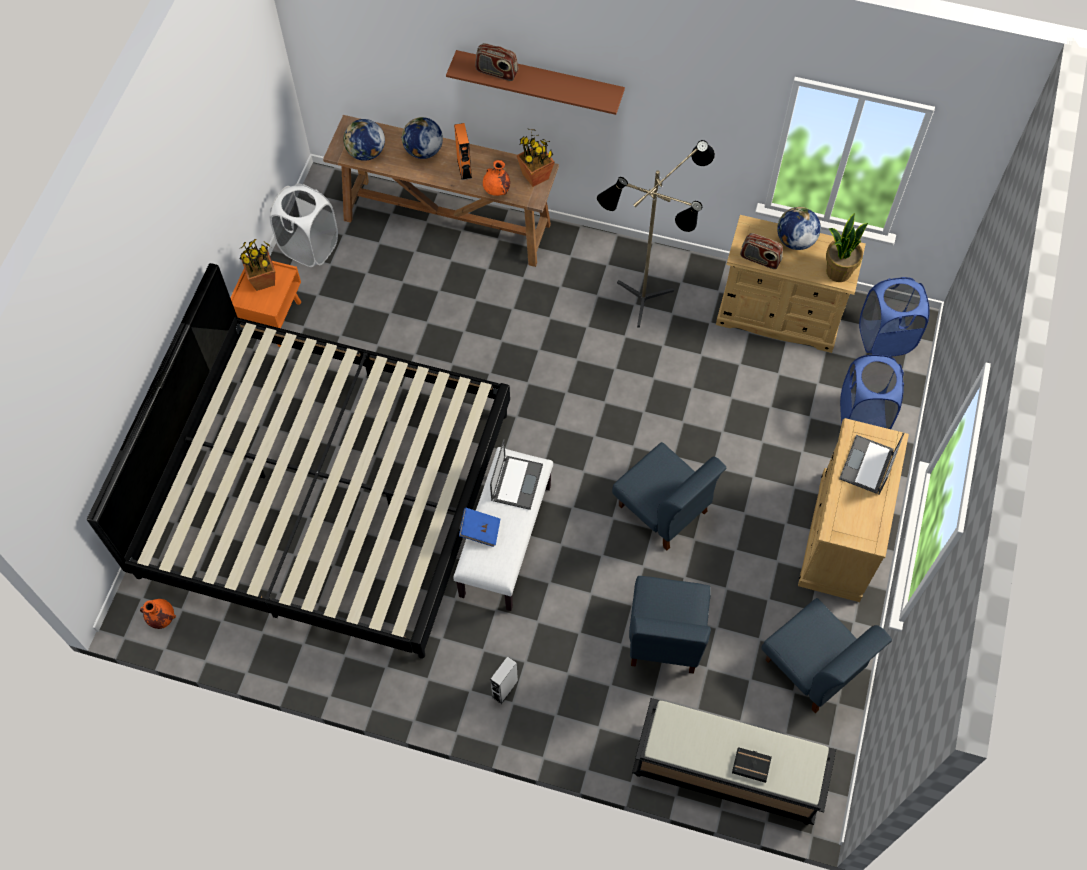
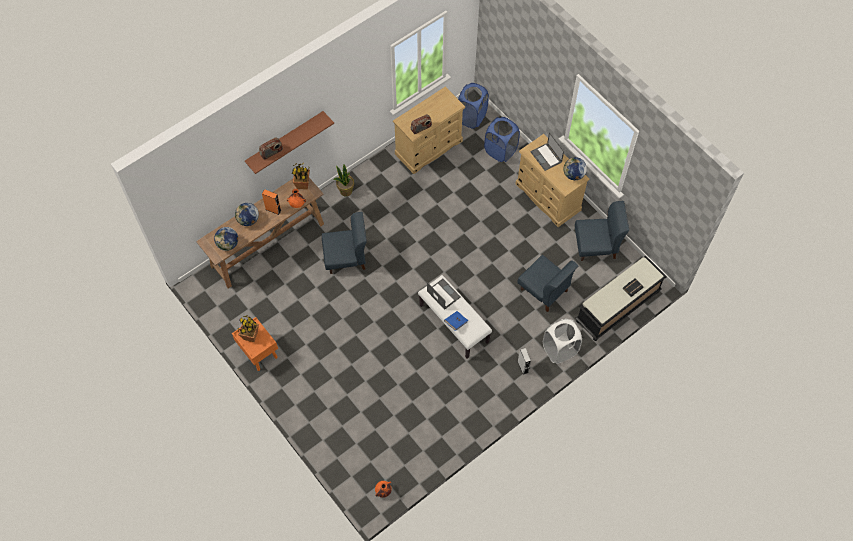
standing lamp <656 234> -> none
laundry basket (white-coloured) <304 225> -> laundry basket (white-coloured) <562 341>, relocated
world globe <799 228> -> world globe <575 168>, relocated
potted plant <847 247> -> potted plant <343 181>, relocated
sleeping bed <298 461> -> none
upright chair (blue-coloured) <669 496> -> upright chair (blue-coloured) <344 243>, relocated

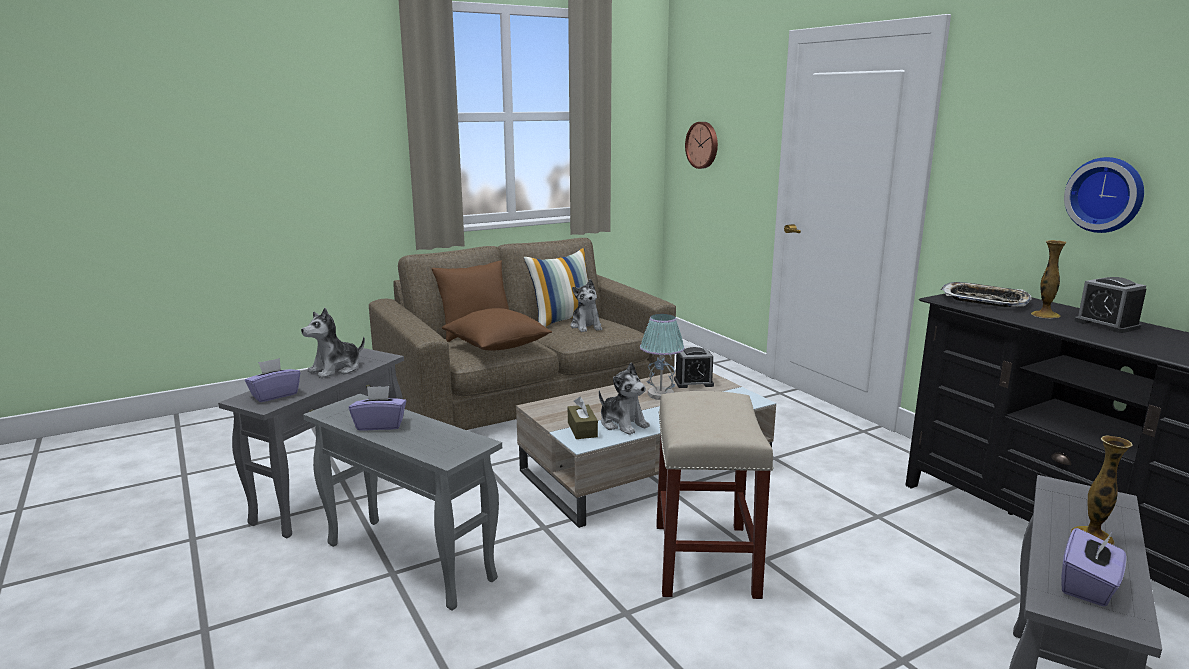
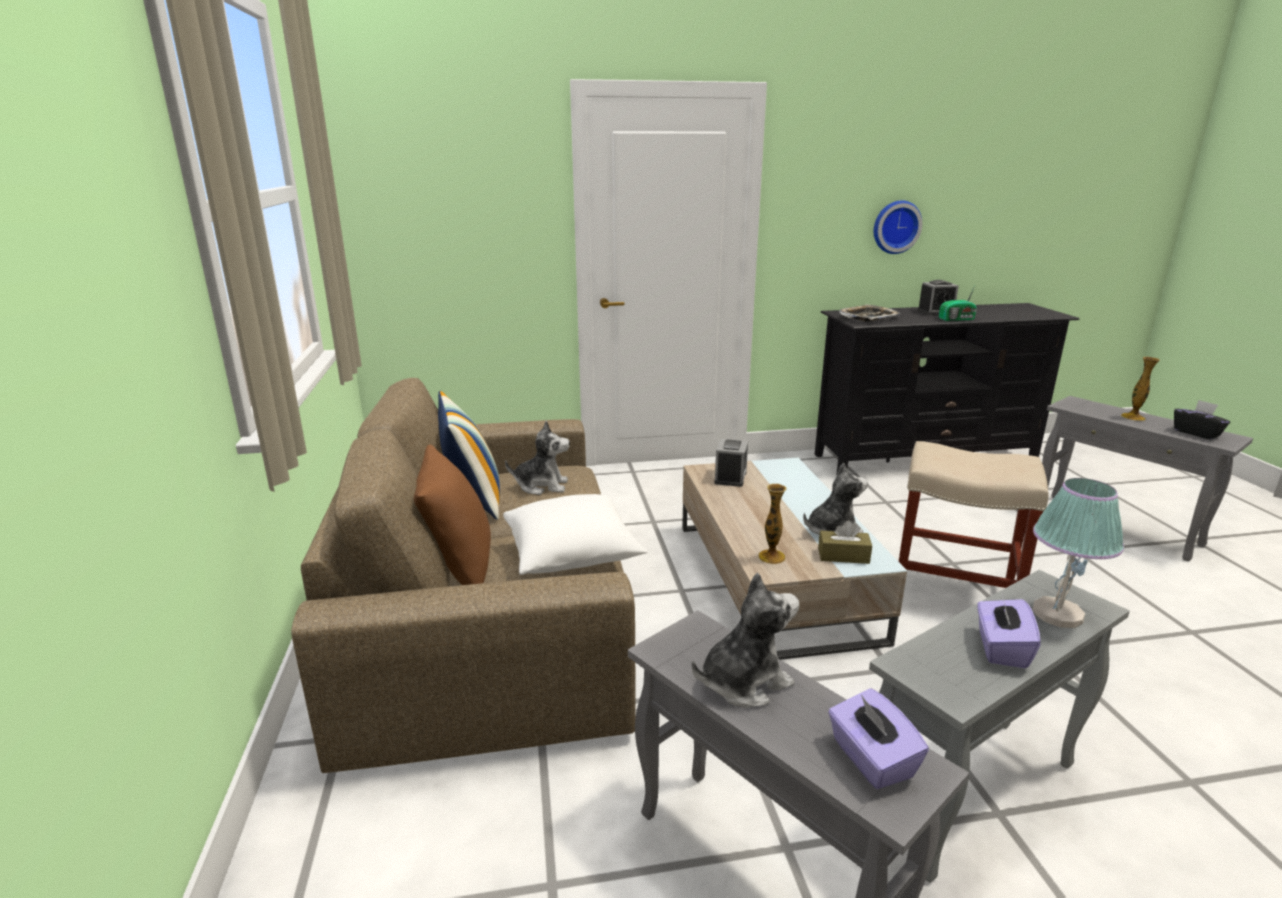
wall clock <701 145> -> none
flower vase <1048 279> -> flower vase <772 524>, relocated
plush toy <333 343> -> plush toy <745 640>, 90 degrees counterclockwise
throw pillow (brownish) <497 329> -> throw pillow (white-coloured) <575 534>
tabletop lamp <662 357> -> tabletop lamp <1078 553>, relocated
tissue holder (purple) <1094 567> -> tissue holder (black) <1202 420>
none -> radio receiver <958 302>

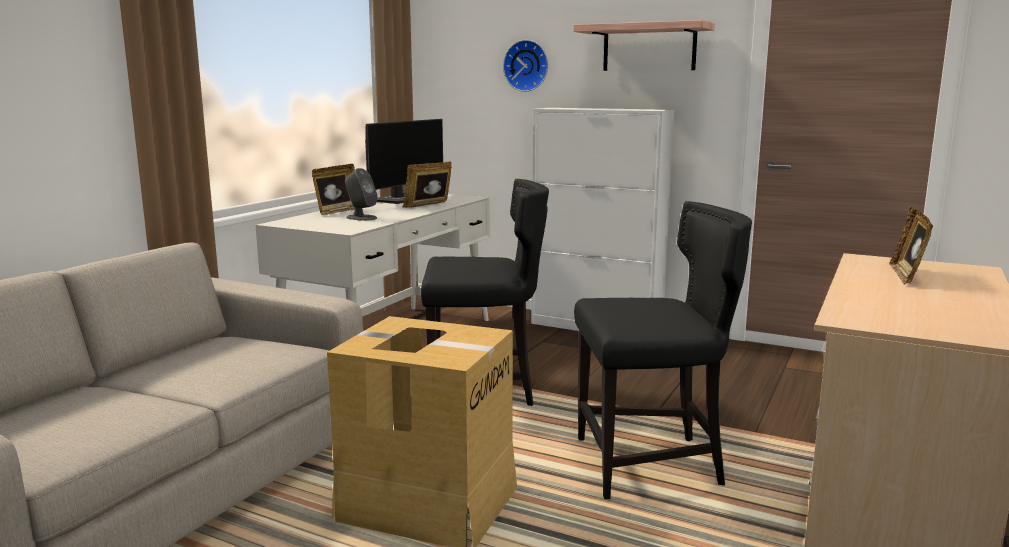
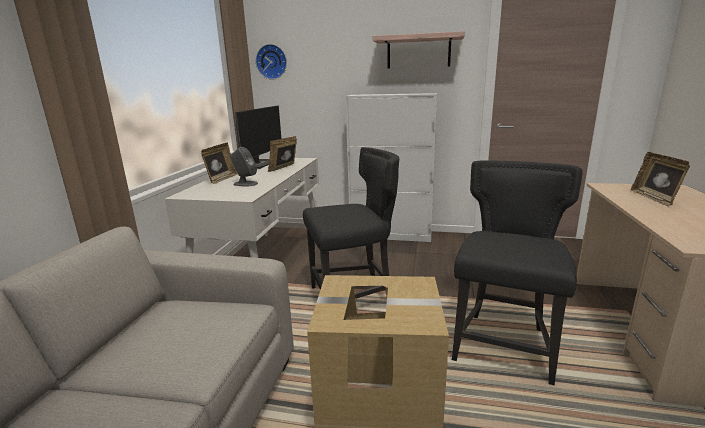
wall clock <525 66> -> wall clock <271 61>, relocated
upright chair (black) <663 350> -> upright chair (black) <517 273>, 45 degrees counterclockwise

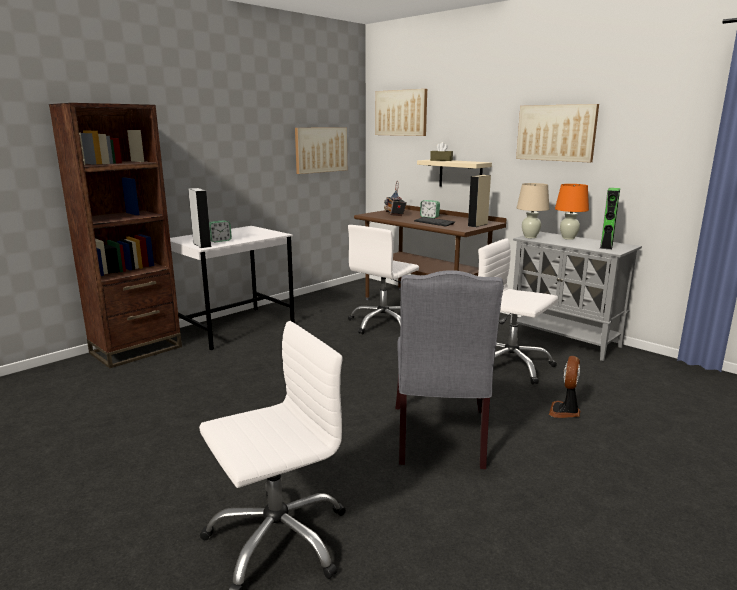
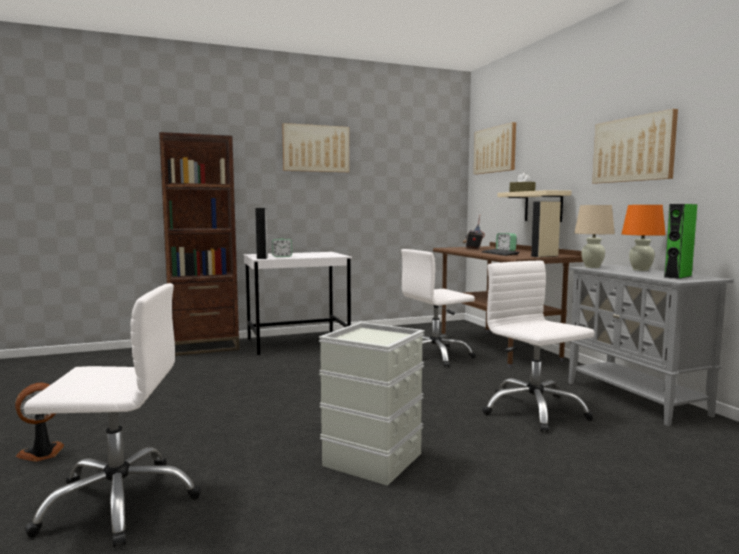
wall art <321 150> -> wall art <315 147>, relocated
upright chair (greyish) <449 369> -> storage box (greyish) <371 404>
cooling fan <564 387> -> cooling fan <39 422>, relocated

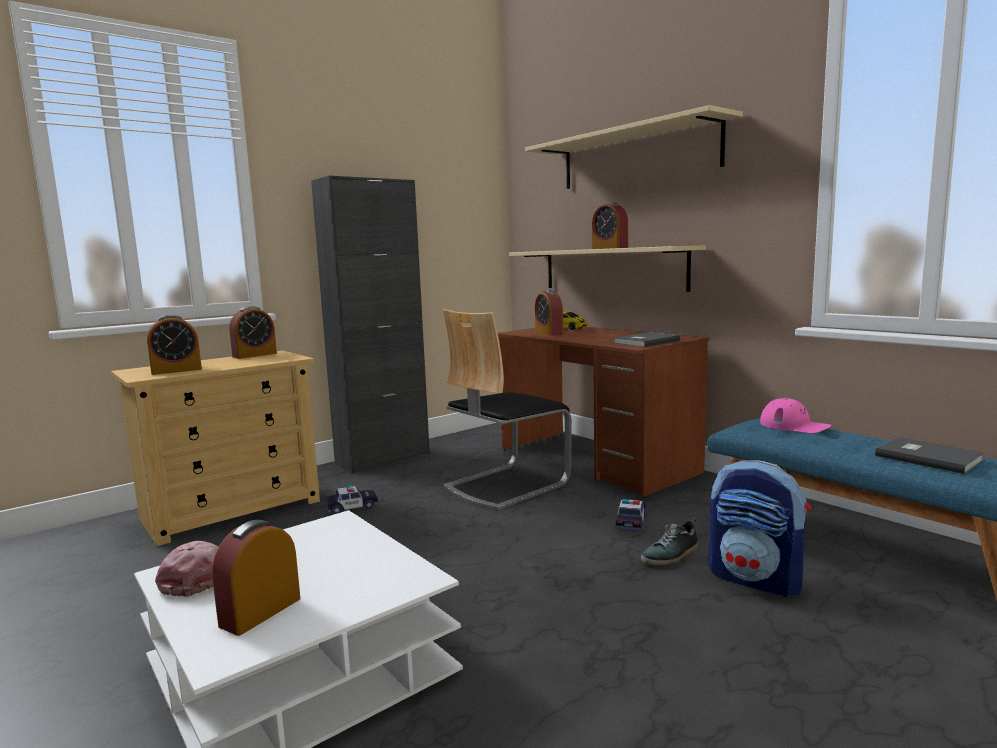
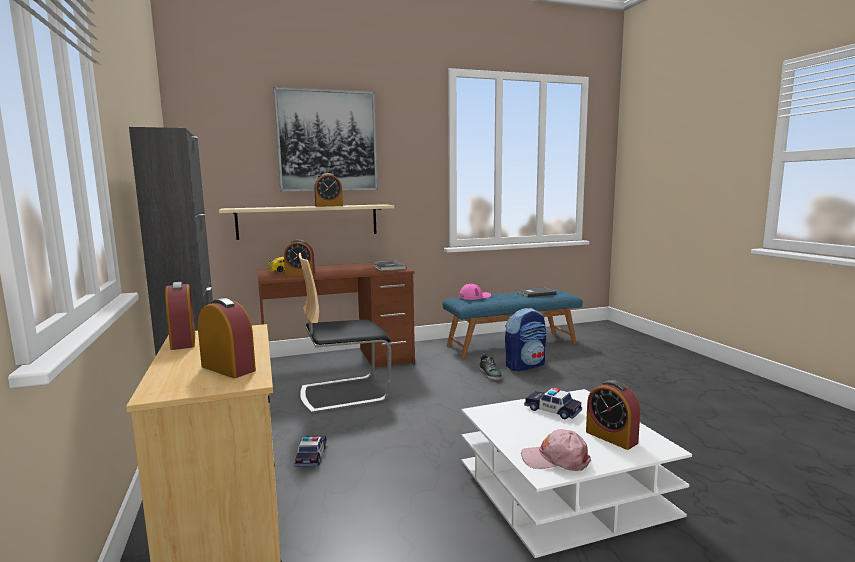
wall shelf (sand-coloured) <634 147> -> wall art <325 139>
upright chair <507 409> -> upright chair <345 333>, 90 degrees clockwise
alarm clock <174 345> -> alarm clock <227 338>, 45 degrees counterclockwise
model car <630 515> -> model car <553 404>, relocated

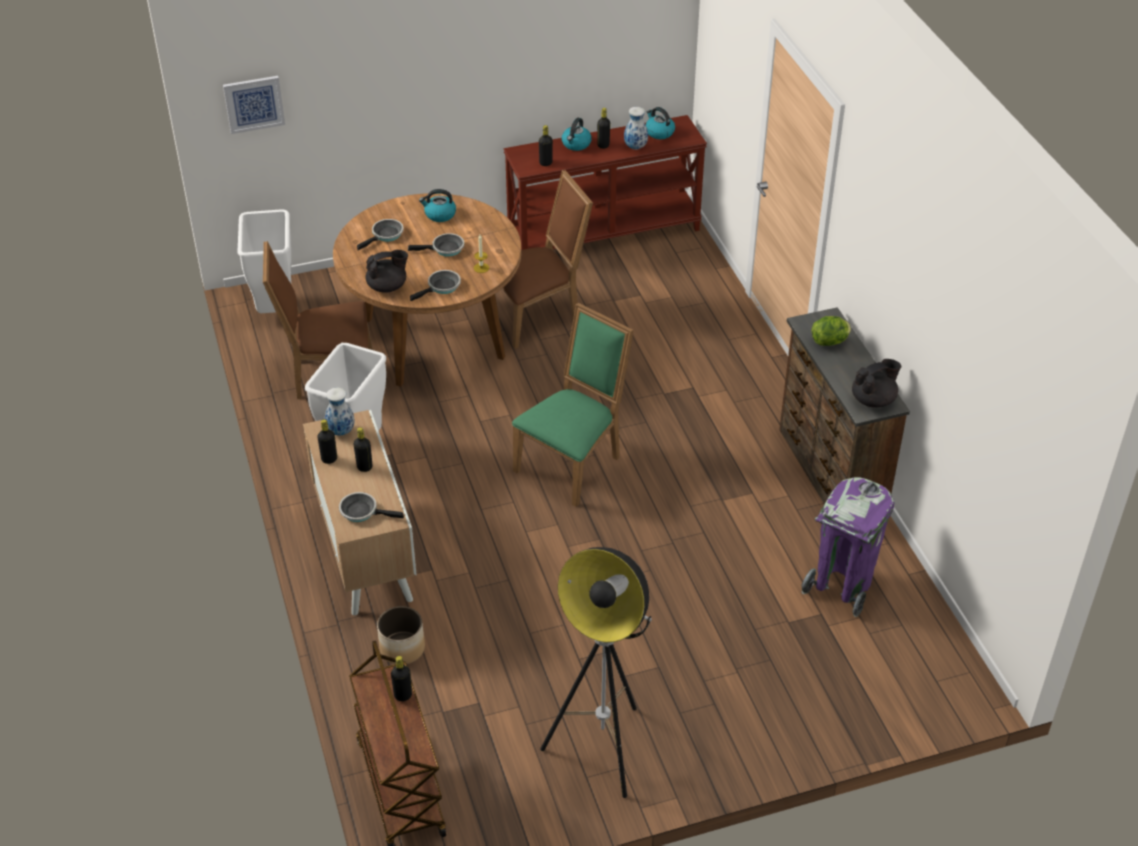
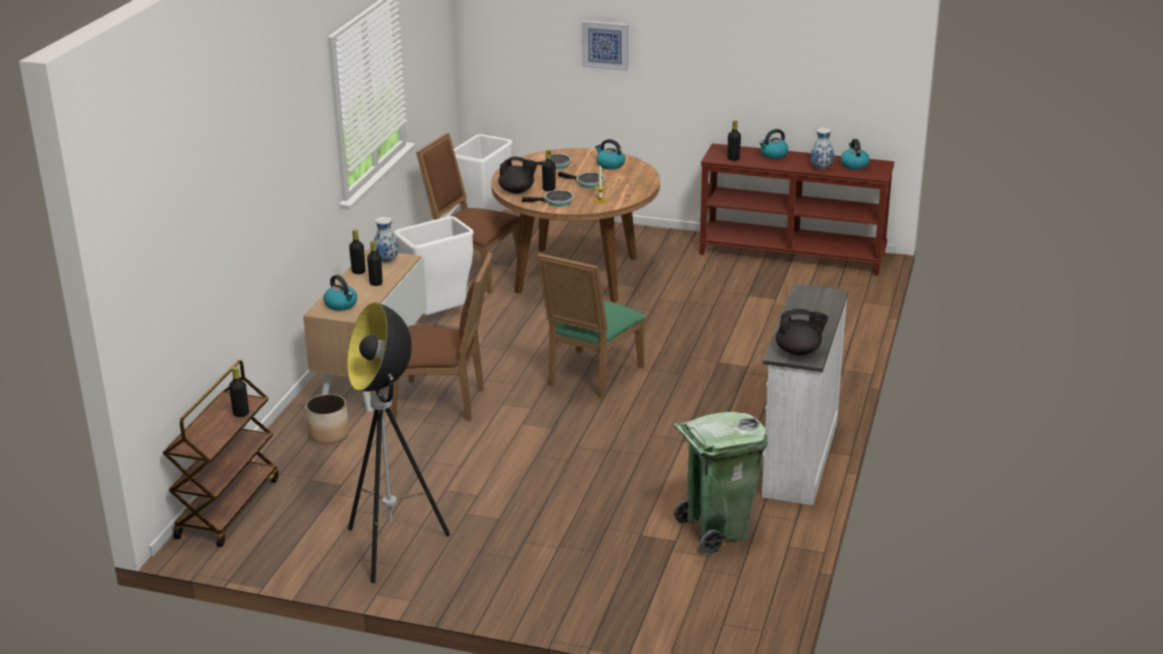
wall art <254 105> -> wall art <605 46>, relocated
beverage bottle (black) <603 128> -> beverage bottle (black) <549 170>, relocated
upright chair (brownish) <547 259> -> upright chair (brownish) <441 336>, relocated
upright chair (green-coloured) <573 405> -> upright chair (green-coloured) <591 326>, 135 degrees clockwise
dresser (brownish) <844 405> -> dresser (white-coloured) <805 394>
lettuce <831 331> -> none
rubbish bin (purple) <847 547> -> rubbish bin (green-coloured) <720 483>
skillet <371 507> -> tea kettle <340 293>

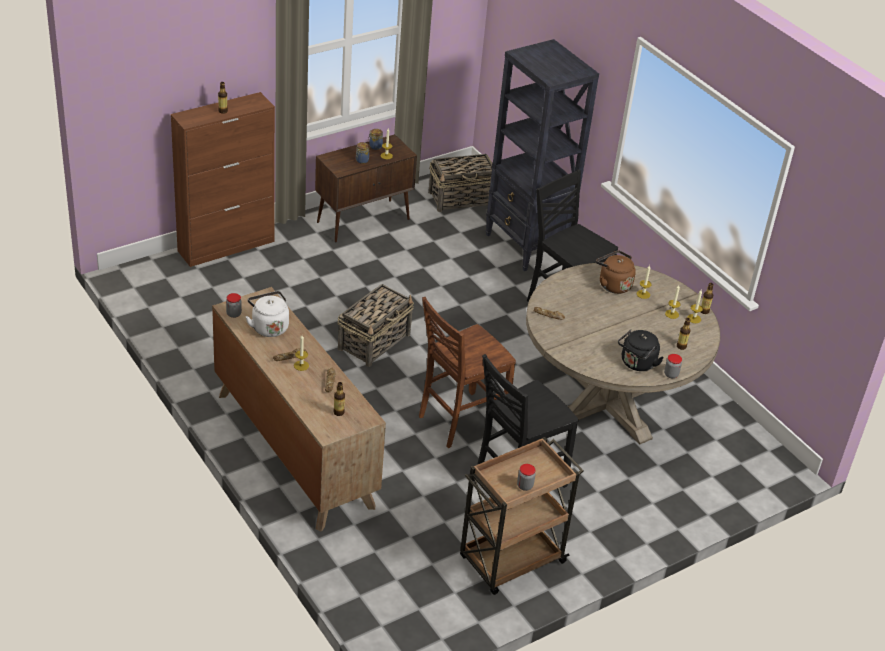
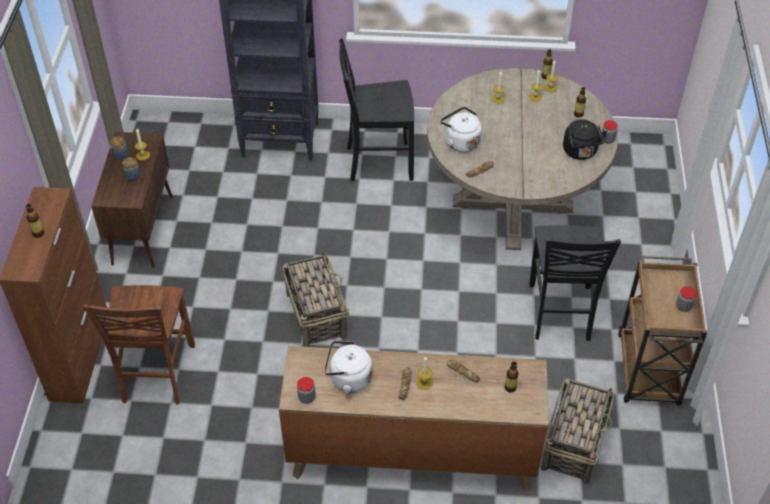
storage basket <460 183> -> storage basket <577 431>, relocated
tea kettle (brownish) <616 272> -> none
upright chair (brownish) <467 372> -> upright chair (brownish) <139 345>, relocated
none -> tea kettle (white-coloured) <461 130>

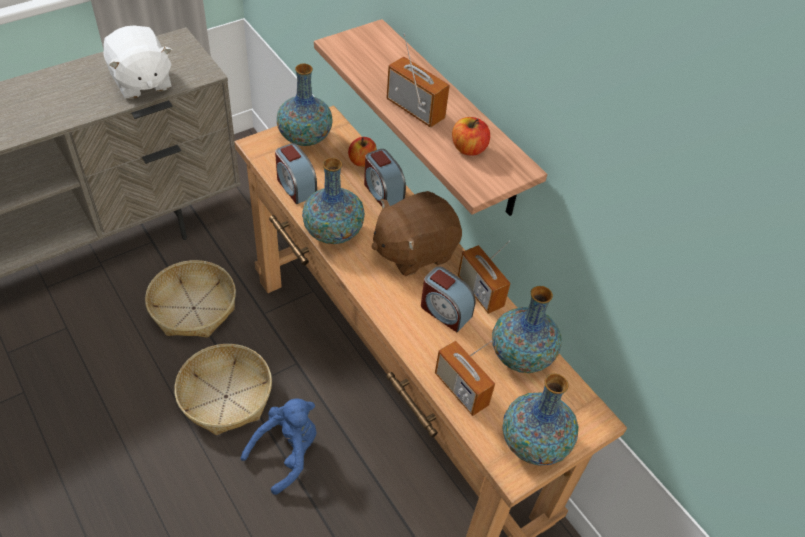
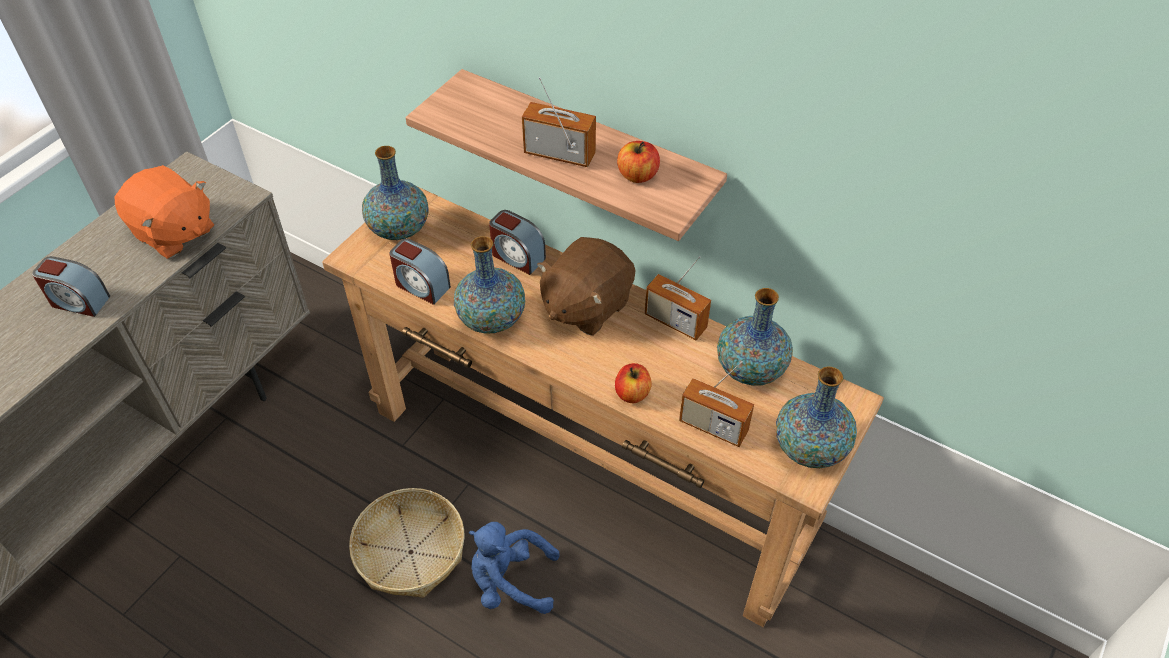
plush toy (white-coloured) <138 62> -> plush toy (orange-coloured) <164 212>
apple <362 152> -> apple <633 383>, relocated
storage basket <190 299> -> none
alarm clock <448 299> -> alarm clock <71 286>, relocated
plush toy (blue-coloured) <278 446> -> plush toy (blue-coloured) <514 568>, 105 degrees counterclockwise

